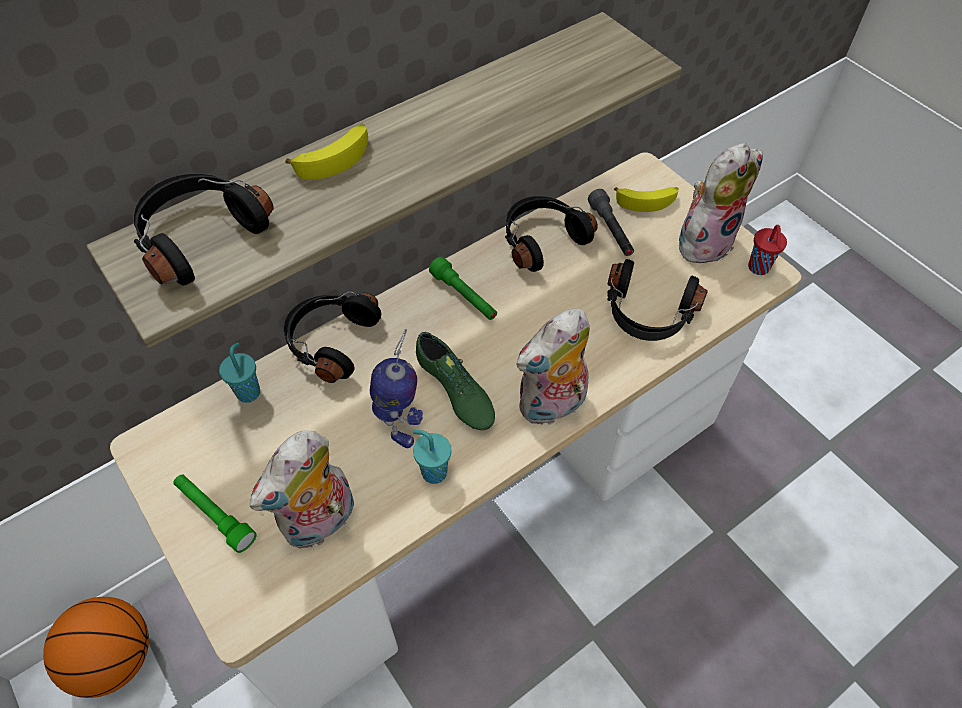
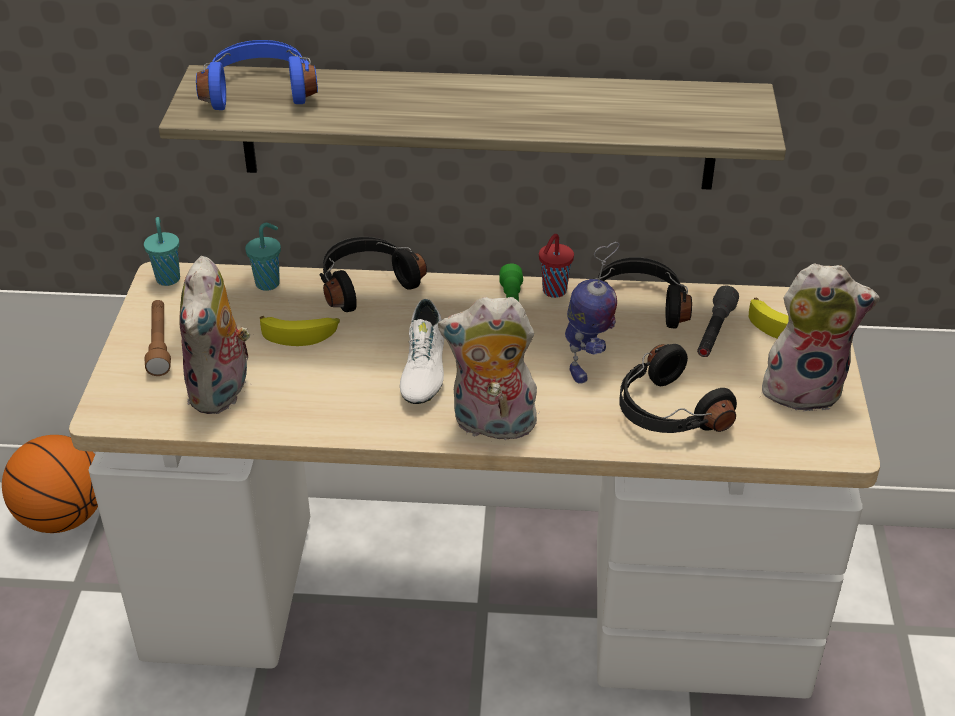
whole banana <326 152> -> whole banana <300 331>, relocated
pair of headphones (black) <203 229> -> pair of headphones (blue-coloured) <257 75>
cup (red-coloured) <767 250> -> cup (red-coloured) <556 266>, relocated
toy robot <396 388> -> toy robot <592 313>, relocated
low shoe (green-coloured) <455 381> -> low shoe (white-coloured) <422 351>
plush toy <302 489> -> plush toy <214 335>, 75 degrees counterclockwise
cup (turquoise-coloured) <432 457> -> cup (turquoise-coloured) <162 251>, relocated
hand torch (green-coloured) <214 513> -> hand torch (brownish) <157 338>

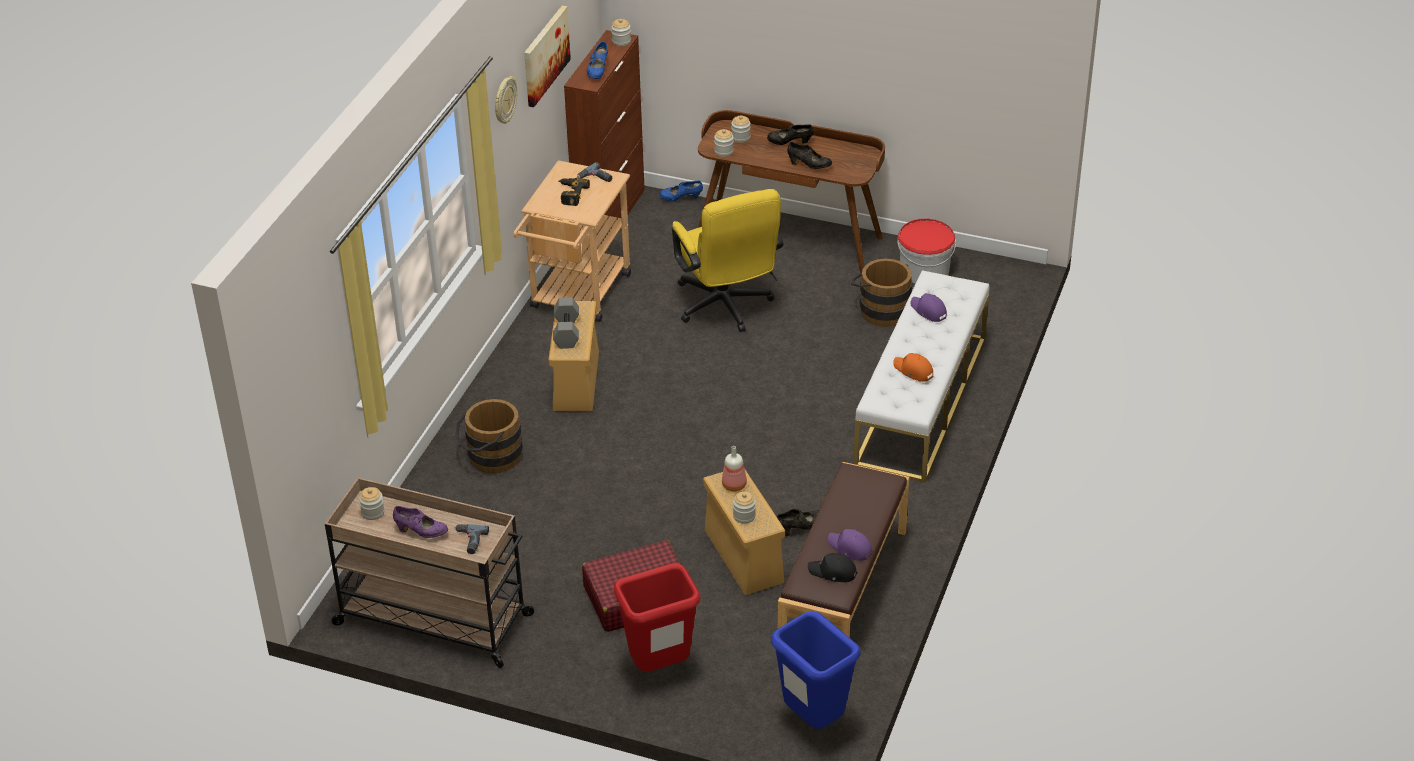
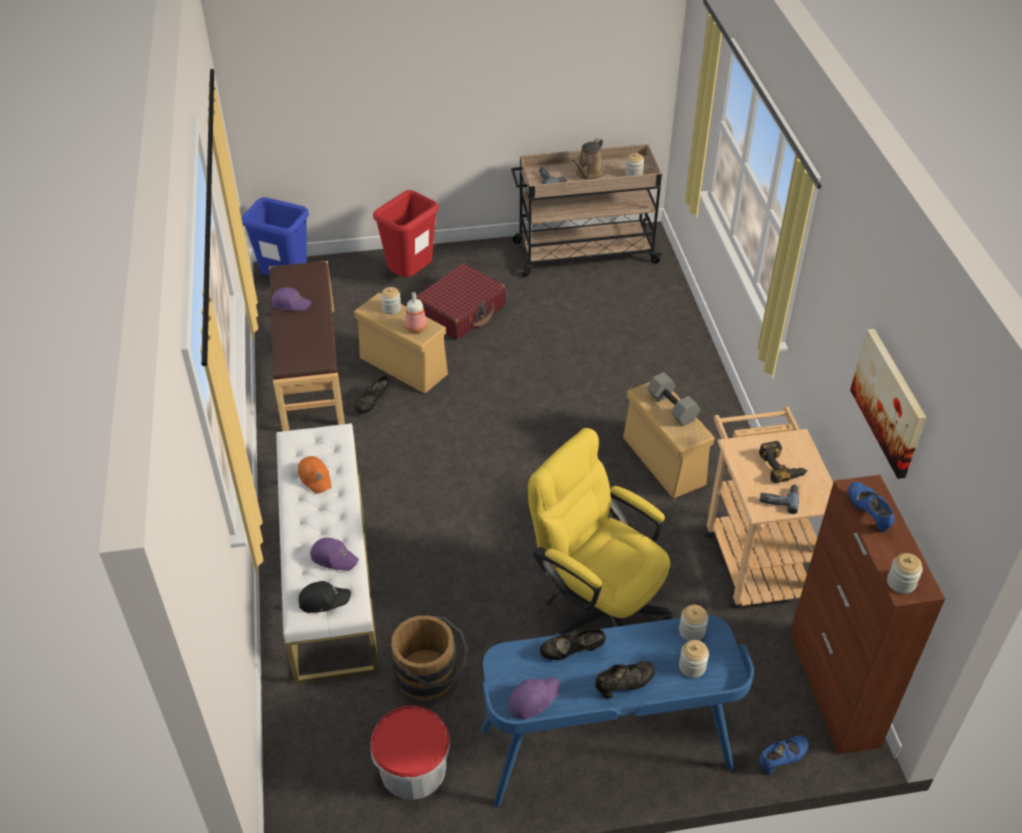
wall clock <506 100> -> none
desk table (brownish) <791 191> -> desk table (blue-coloured) <617 711>
baseball cap (orange-coloured) <913 367> -> baseball cap (orange-coloured) <315 475>, 45 degrees clockwise
pail (brownish) <489 436> -> none
low shoe (purple) <420 522> -> sprinkling can (brownish) <588 159>
baseball cap (black) <832 567> -> baseball cap (black) <325 597>, relocated
none -> baseball cap (purple) <534 698>

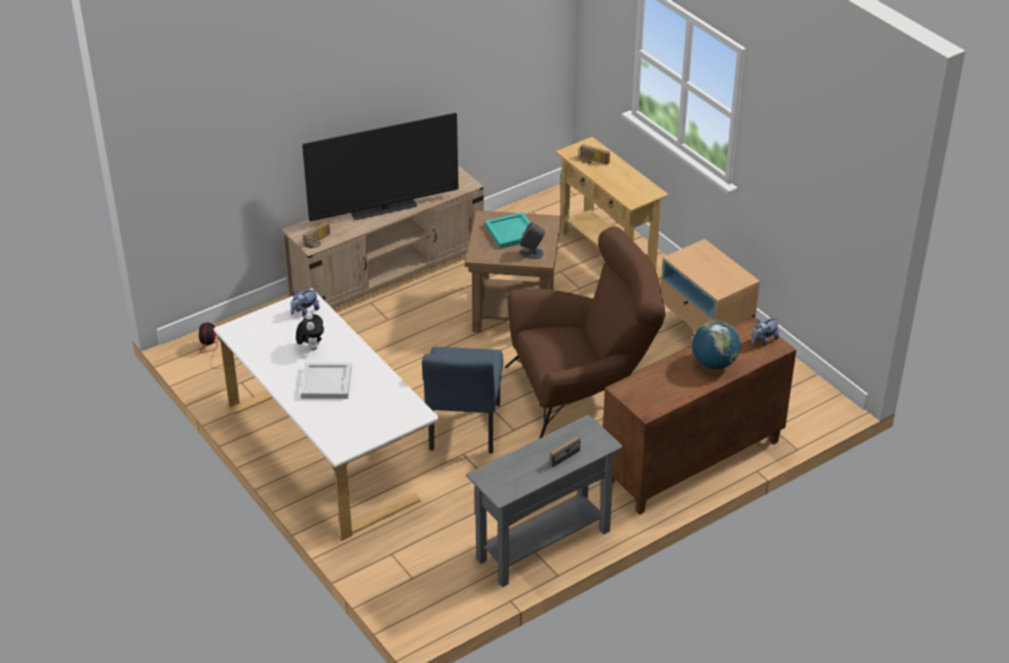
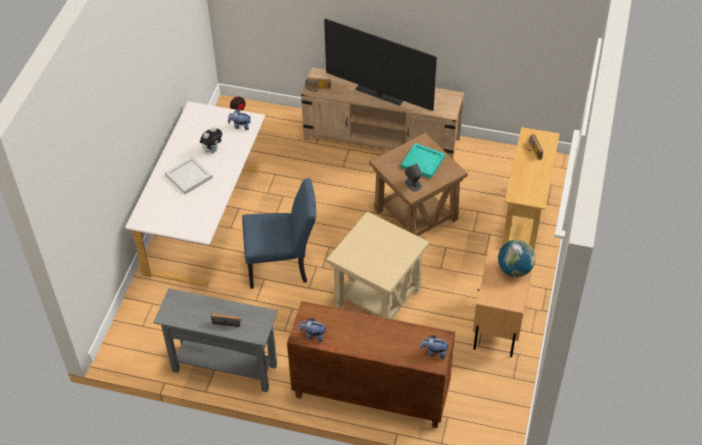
lounge chair (brownish) <585 332> -> side table (sand-coloured) <377 265>
world globe <716 345> -> world globe <517 258>, relocated
upright chair (blue-coloured) <462 400> -> upright chair (blue-coloured) <279 233>, 150 degrees counterclockwise
none -> plush toy <313 330>

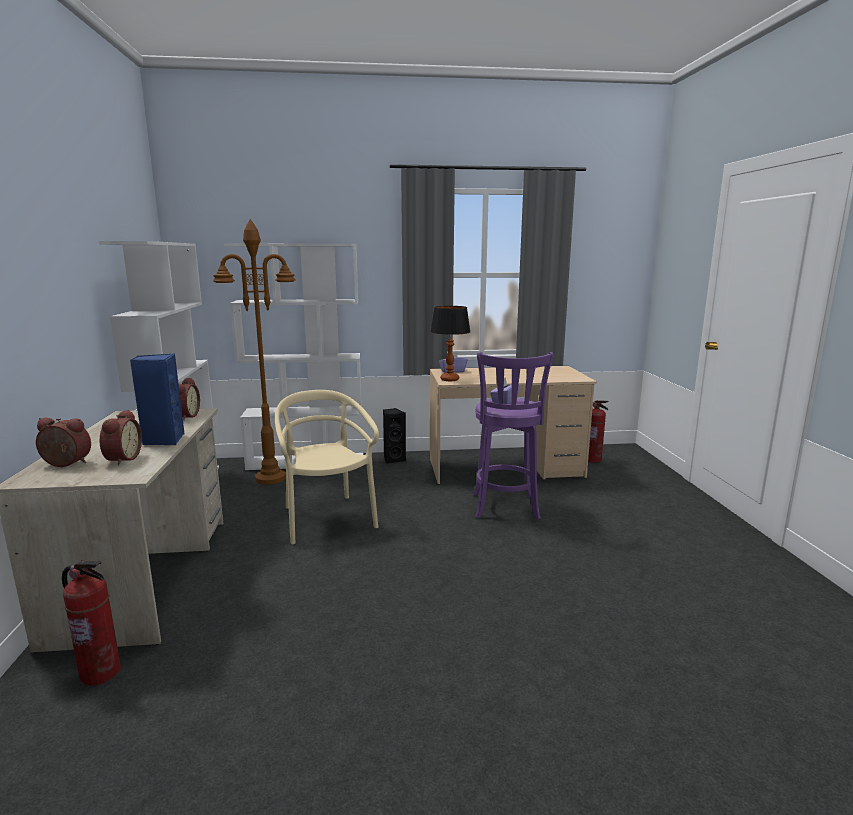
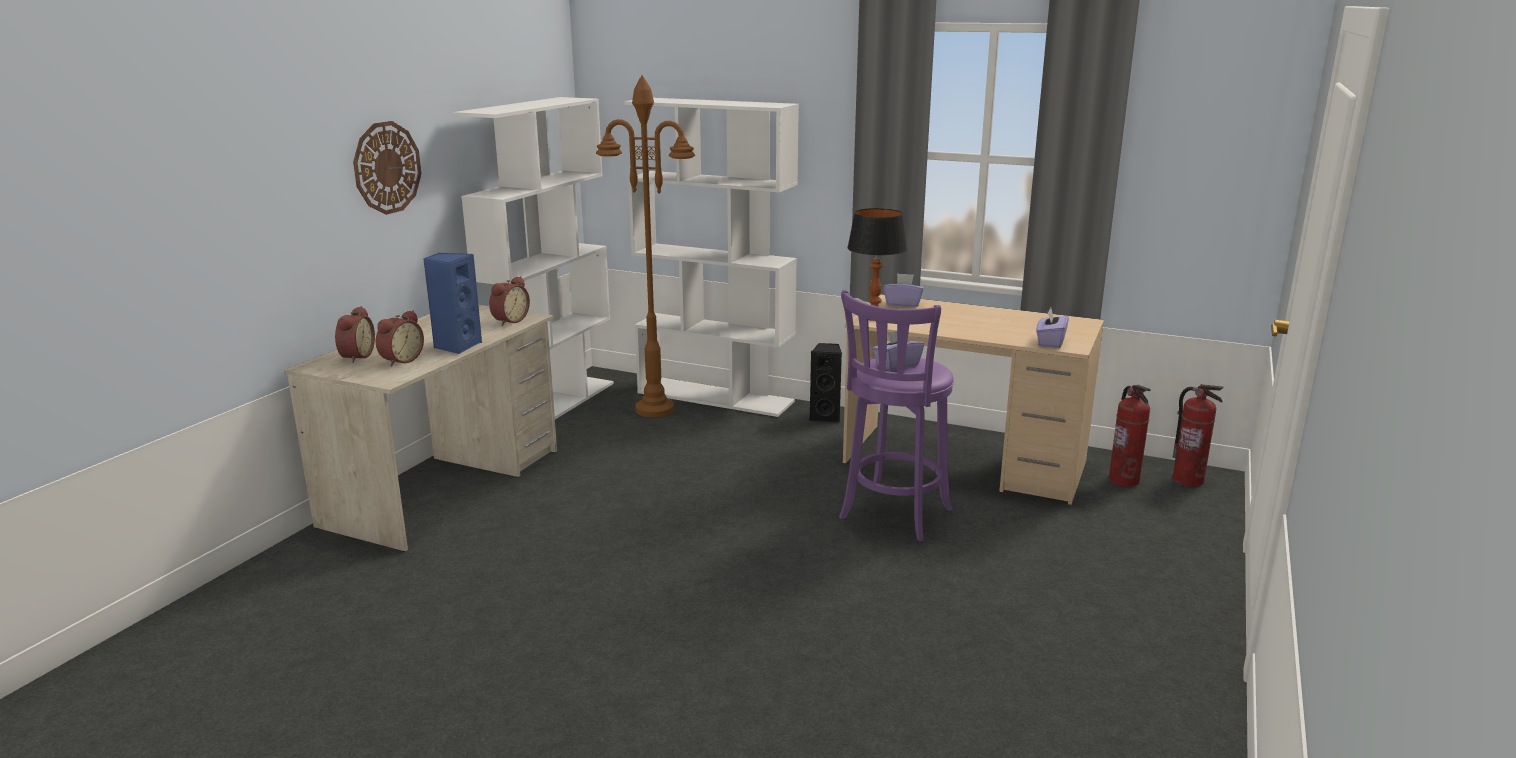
upright chair (sand-coloured) <327 467> -> none
alarm clock <63 442> -> alarm clock <355 334>, 60 degrees clockwise
fire extinguisher <91 623> -> fire extinguisher <1198 435>, relocated
none -> wall clock <387 168>
none -> tissue holder (purple) <1052 328>

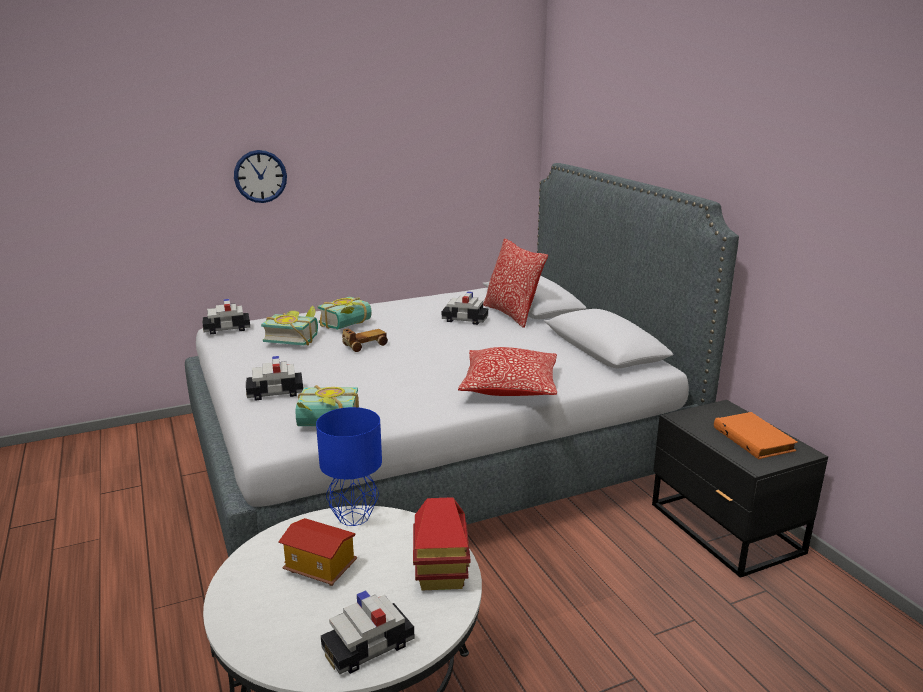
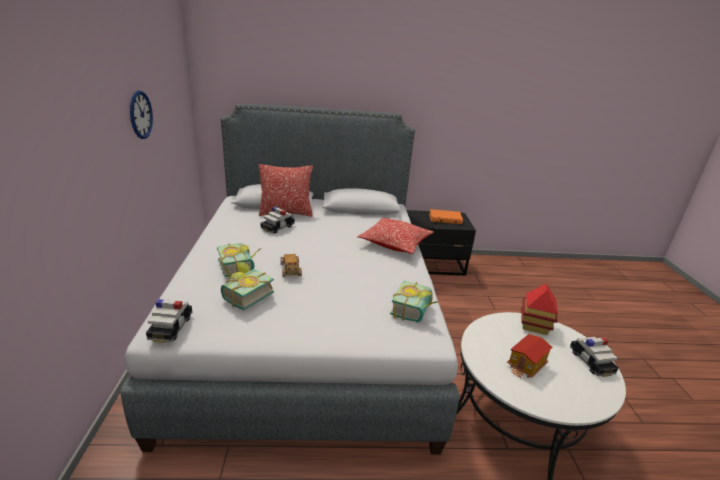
wall clock <260 176> -> wall clock <141 115>, relocated
model car <274 378> -> none
tabletop lamp (blue-coloured) <349 466> -> none

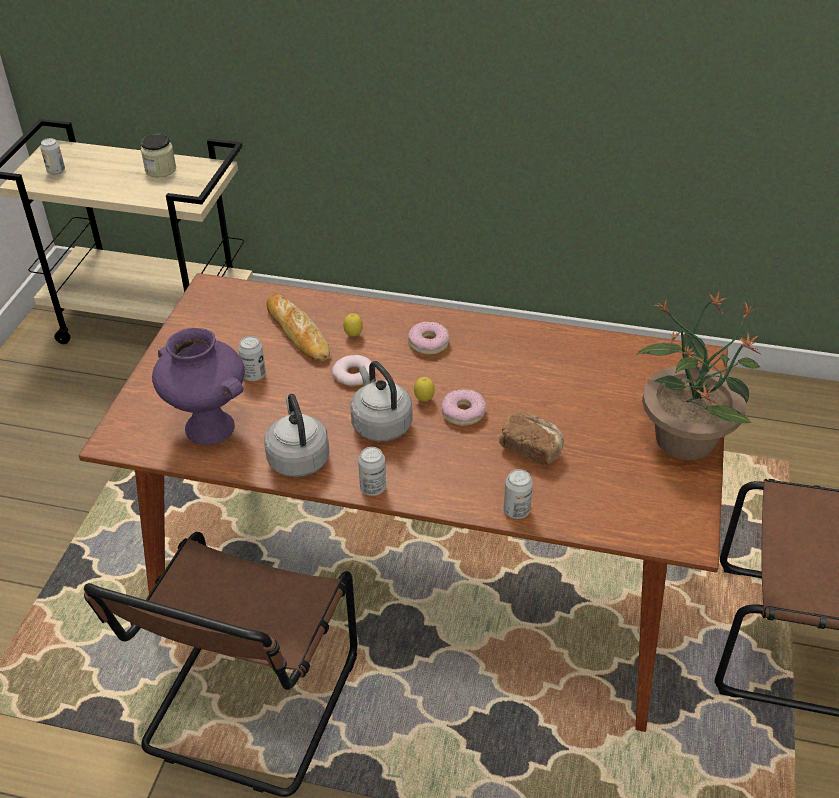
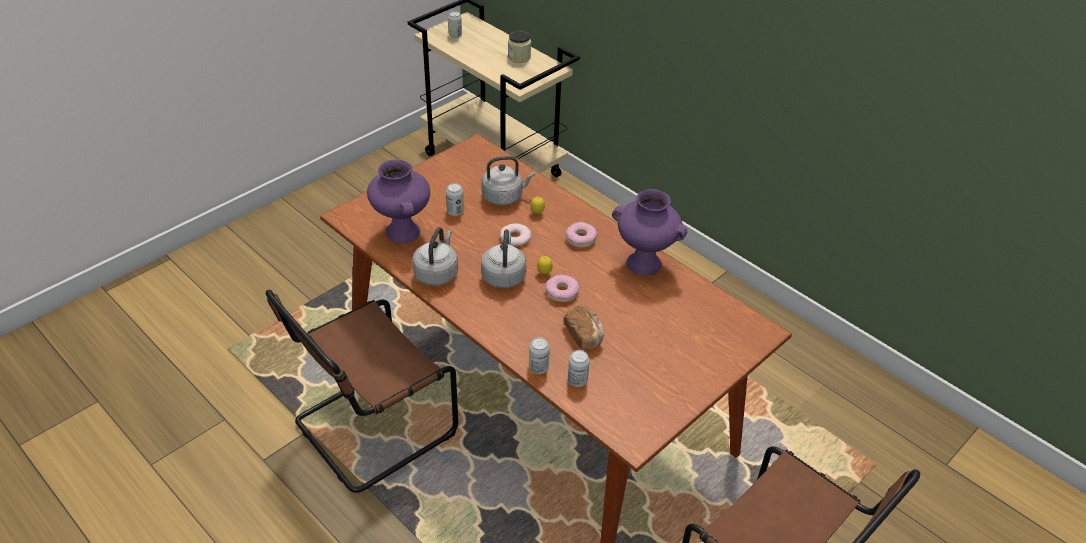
potted plant <699 376> -> none
bakery bread <298 327> -> tea kettle (greyish) <508 180>
can <372 471> -> can <579 368>, relocated
none -> flower vase (purple) <650 232>

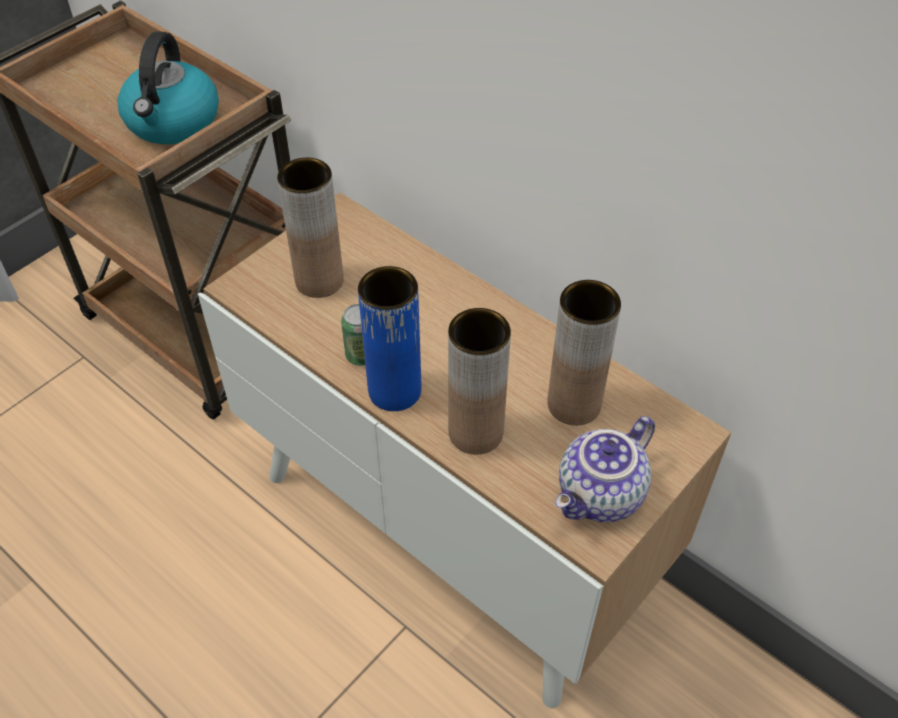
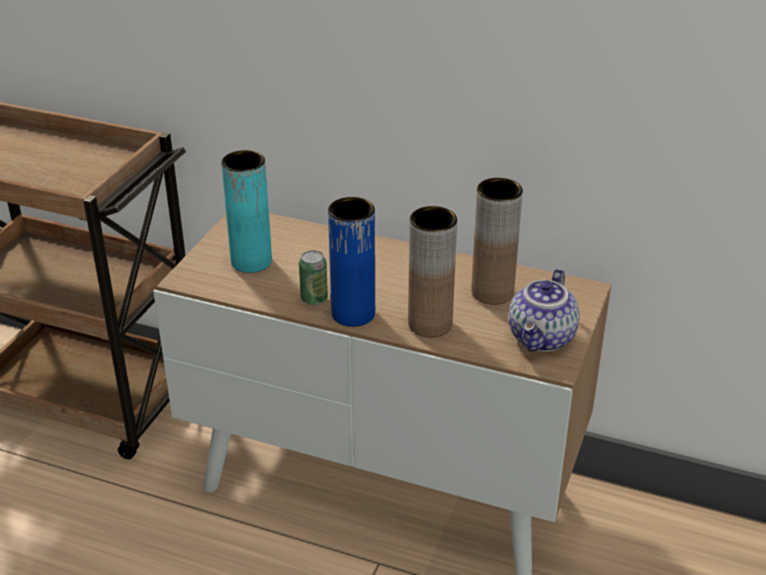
tea kettle <168 87> -> none
flower vase (brownish) <310 228> -> flower vase (turquoise-coloured) <246 211>

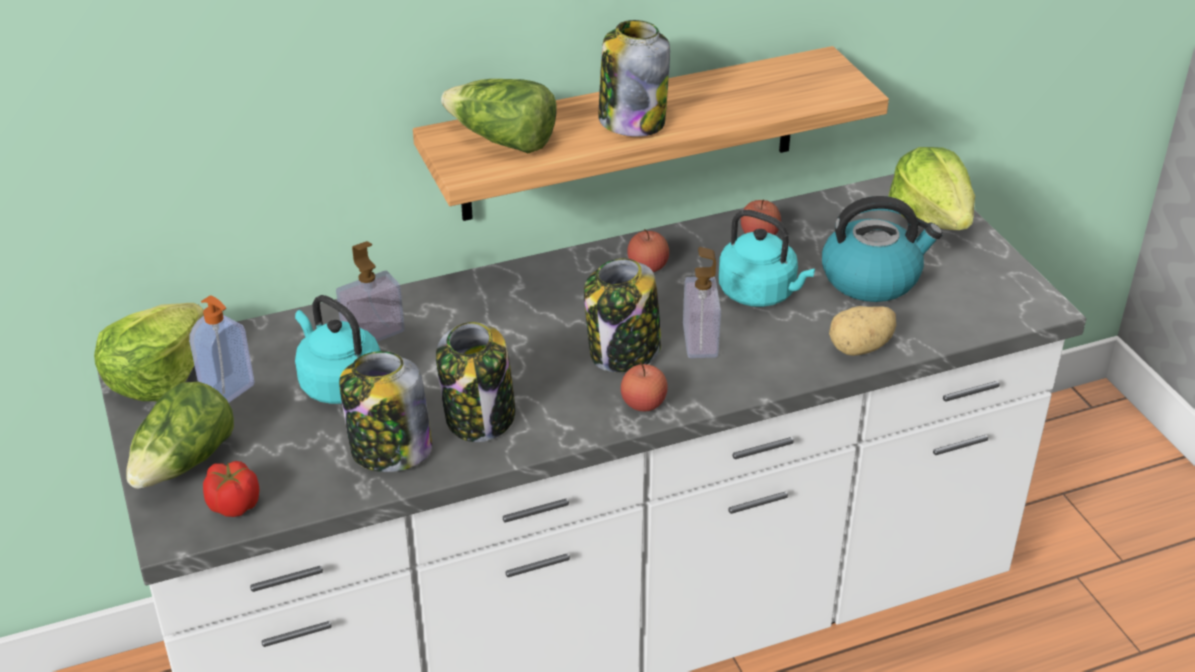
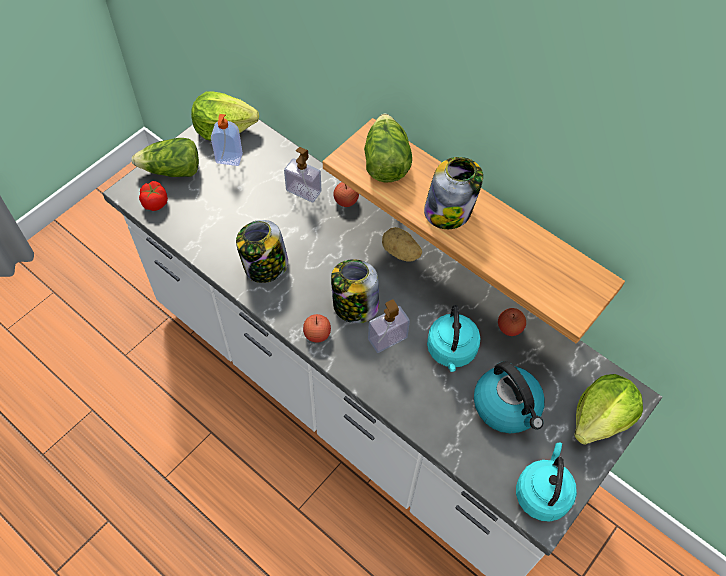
apple <648 250> -> apple <346 194>, relocated
tea kettle (turquoise-coloured) <337 349> -> tea kettle (turquoise-coloured) <546 482>, relocated
potato <862 331> -> potato <402 244>, relocated
jar <385 411> -> none

